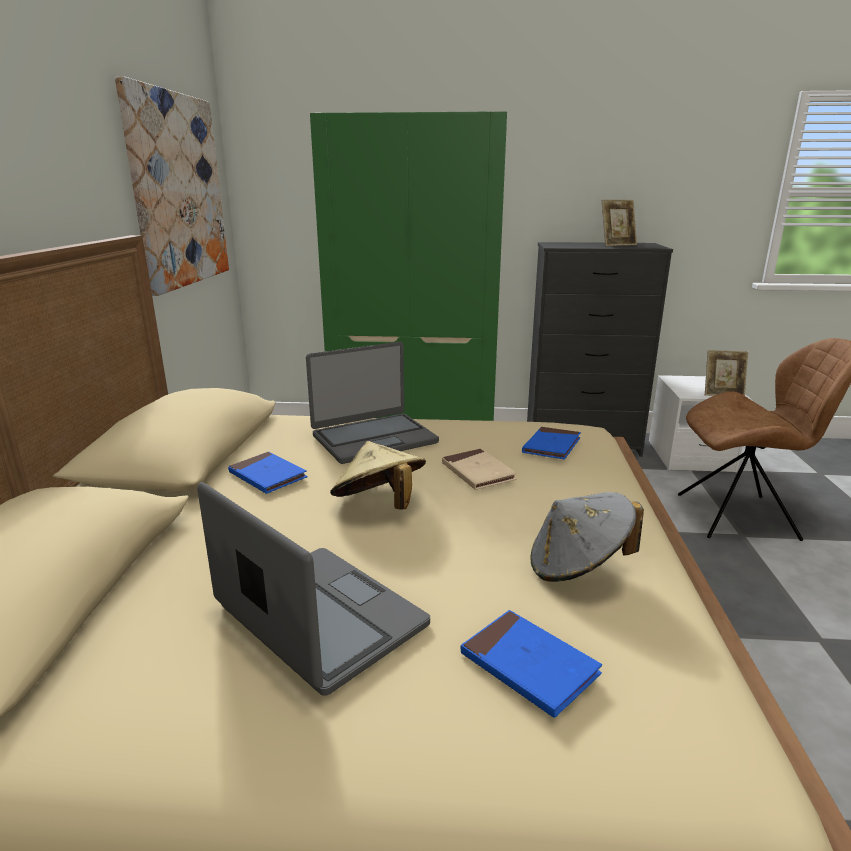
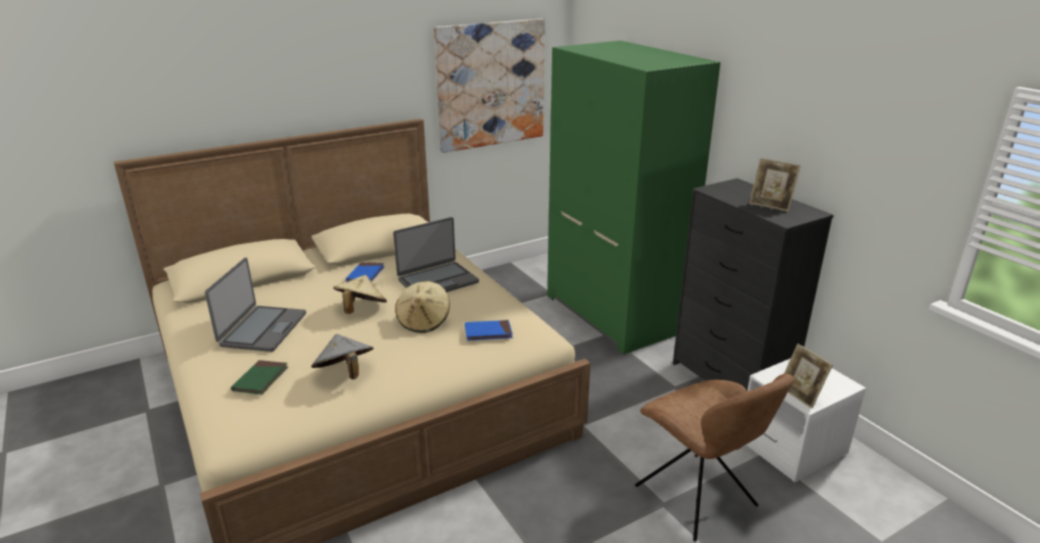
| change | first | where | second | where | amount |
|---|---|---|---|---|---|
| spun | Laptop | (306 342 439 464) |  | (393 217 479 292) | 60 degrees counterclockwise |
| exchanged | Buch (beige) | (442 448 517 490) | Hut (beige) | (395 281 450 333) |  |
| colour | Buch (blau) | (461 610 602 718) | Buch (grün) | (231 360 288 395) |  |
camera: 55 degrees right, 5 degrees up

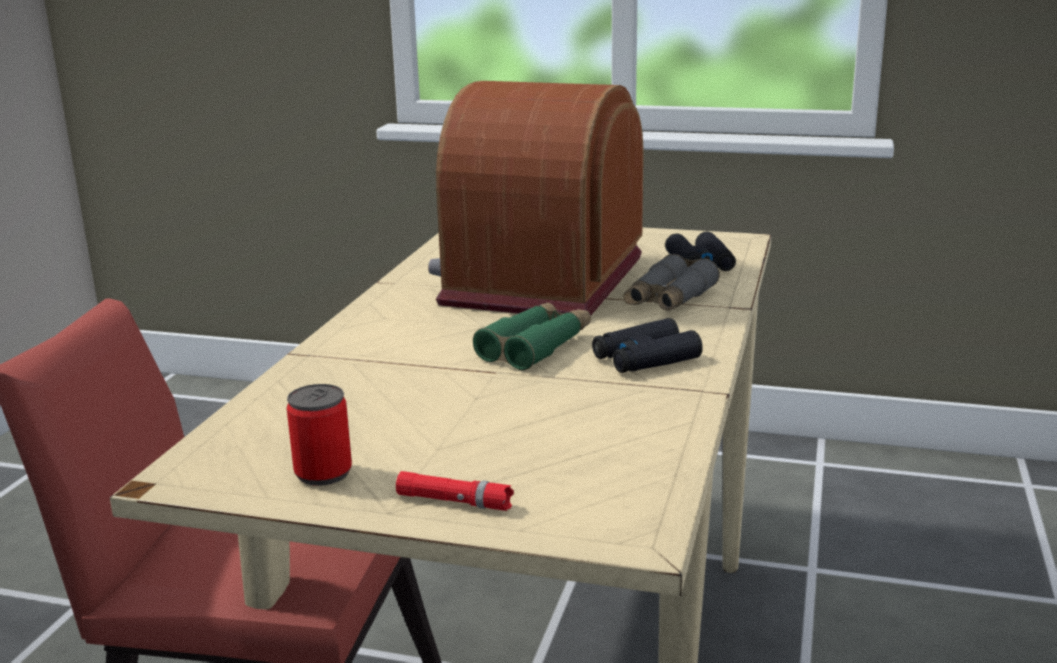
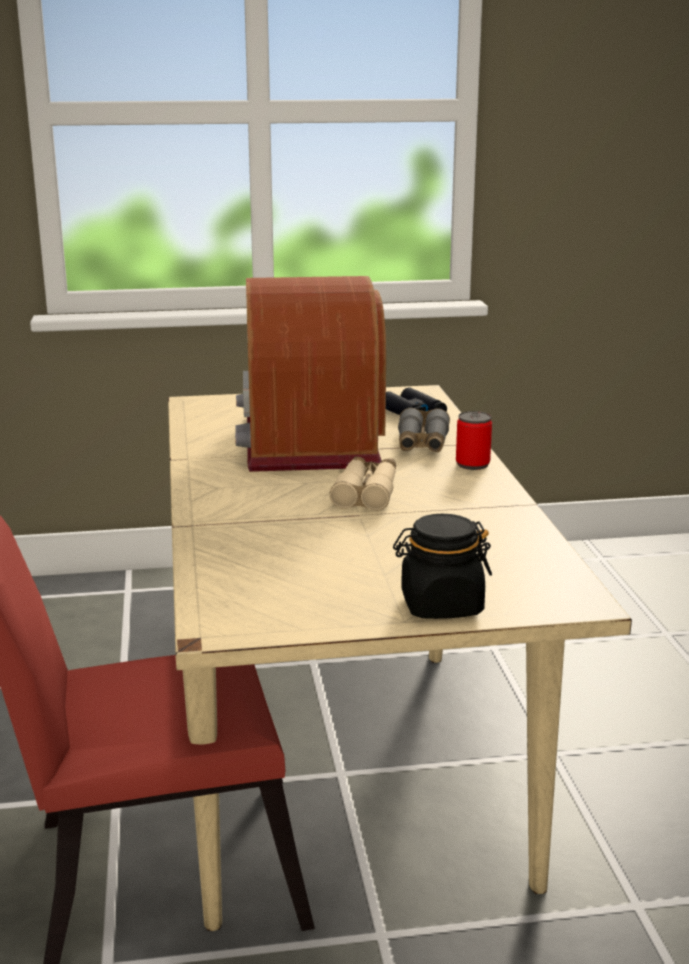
| change | first | where | second | where | amount |
|---|---|---|---|---|---|
| relocated | Dose | (287 384 352 486) |  | (456 411 492 470) |  |
| exchanged | Taschenlampe (rot) | (396 471 514 511) | Vorratsglas (schwarz) | (393 514 492 619) |  |
| colour | Fernglas (grün) | (473 302 591 370) | Fernglas (beige) | (330 456 396 511) |  |
| missing | Fernglas (schwarz) | (592 318 703 373) |  |  |  |
camera: 25 degrees left, 0 degrees up

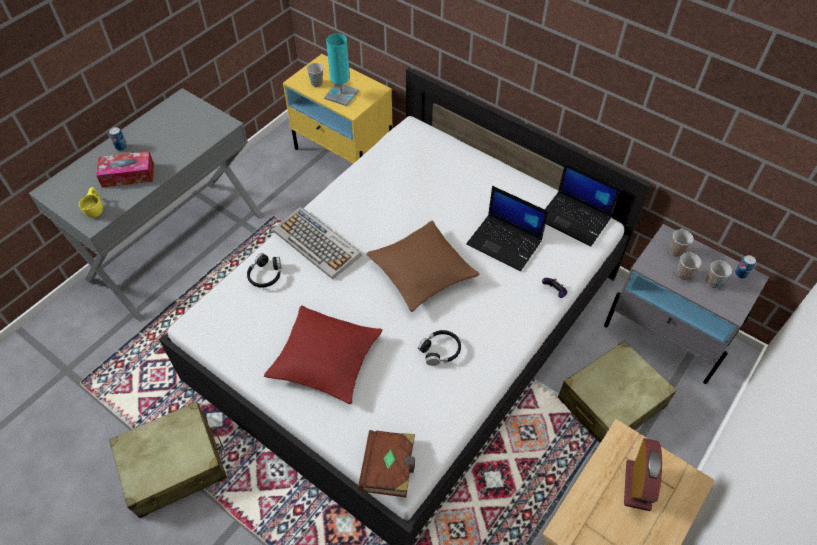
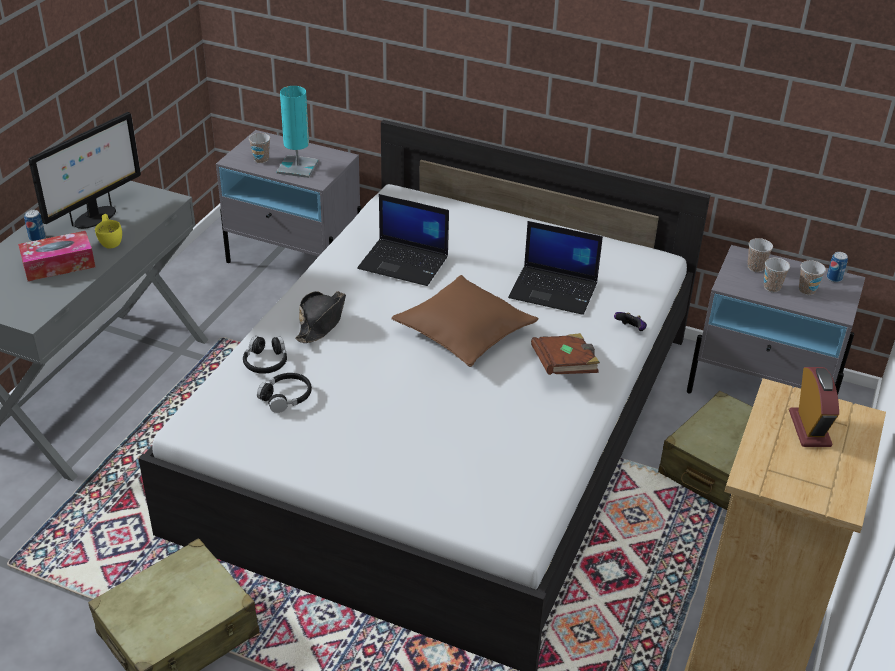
| change | first | where | second | where | amount |
|---|---|---|---|---|---|
| relocated | Tasse (gelb) | (79 187 103 218) |  | (95 214 122 249) |  |
| missing | Kissen (rot) | (264 305 383 404) |  |  |  |
| exchanged | Tastatur | (273 207 362 279) | Hut (schwarz) | (295 291 346 343) |  |
| colour | Nachttisch (gelb) | (283 54 393 164) | Nachttisch (grau) | (216 130 361 263) |  |
| relocated | Buch (braun) | (358 430 415 497) |  | (531 333 600 375) |  |
| relocated | Kopfhörer (schwarz) | (418 330 461 366) |  | (257 373 312 413) |  |
| relocated | Laptop | (545 163 621 246) |  | (357 194 449 286) |  |
| appeared |  |  | Monitor | (28 112 141 229) |  |
camera: 15 degrees left, 15 degrees down

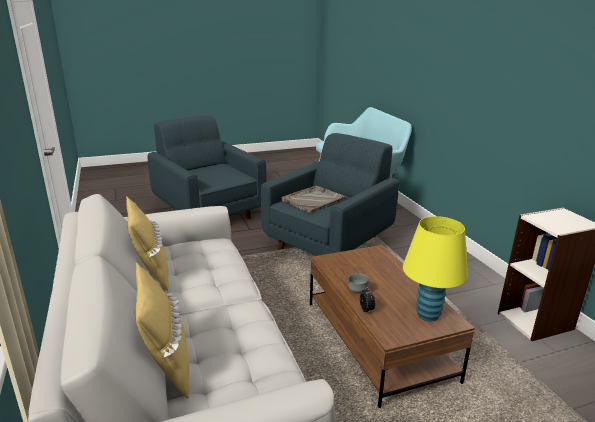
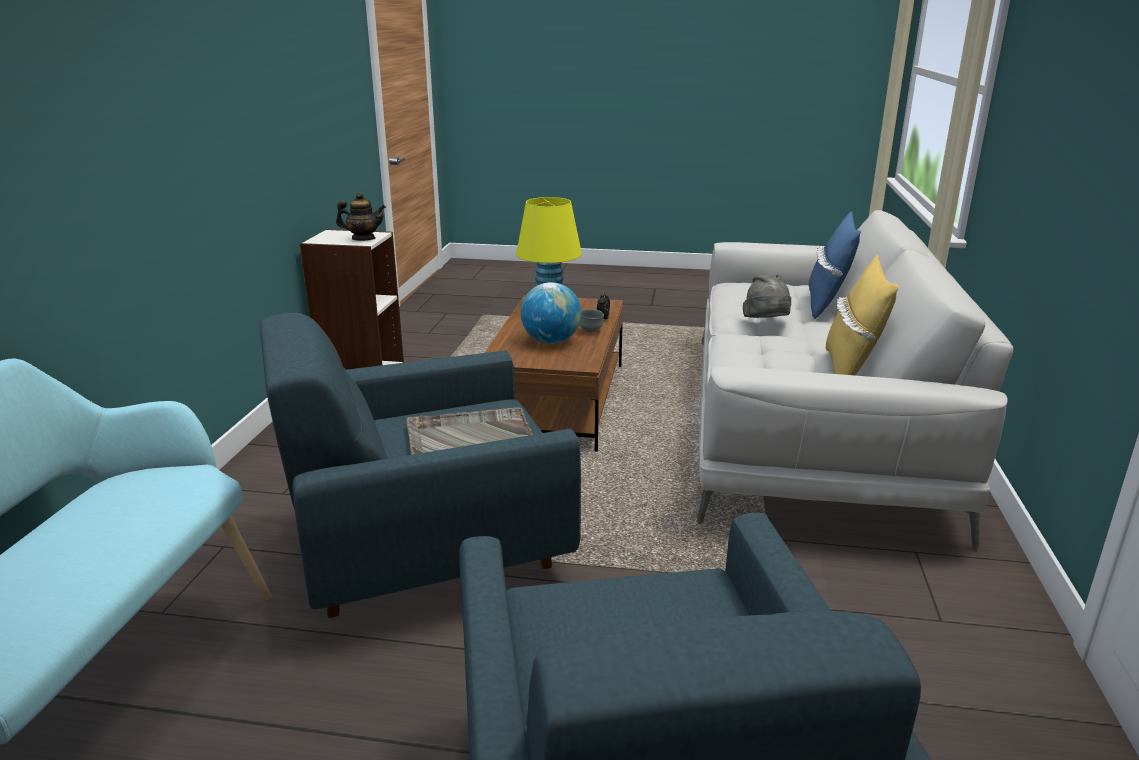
| change | first | where | second | where | amount |
|---|---|---|---|---|---|
| colour | Kissen (gelb) | (135 262 189 399) | Kissen (blau) | (809 211 861 319) |  |
| appeared |  |  | Teekanne | (336 192 386 241) |  |
| appeared |  |  | Globus | (521 282 581 344) |  |
| appeared |  |  | Hut (grau) | (743 274 791 318) |  |
camera: 150 degrees left, 0 degrees up

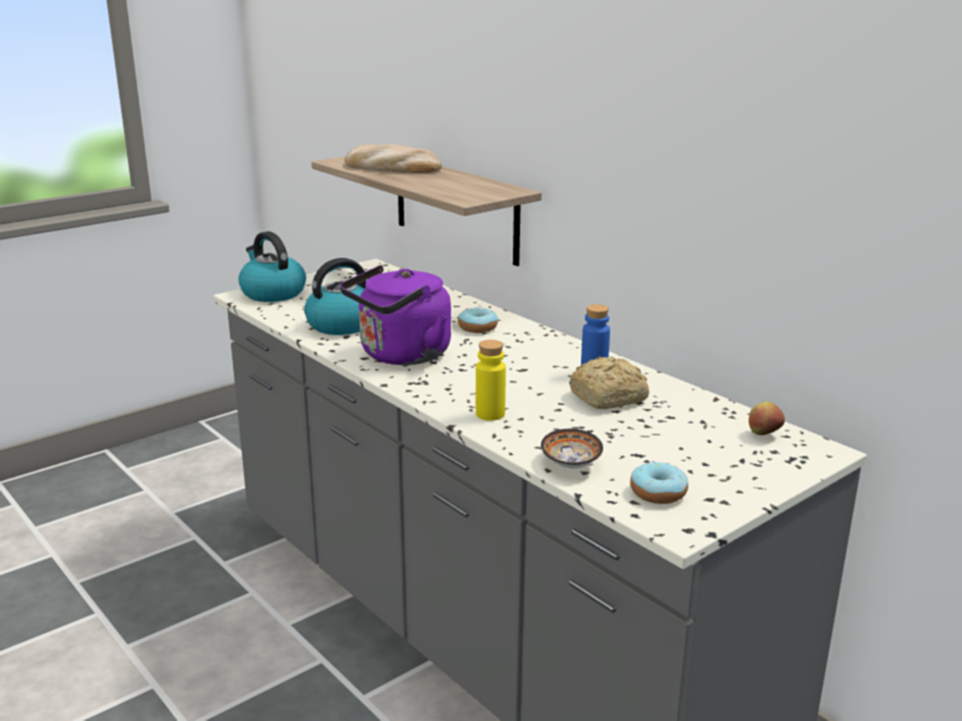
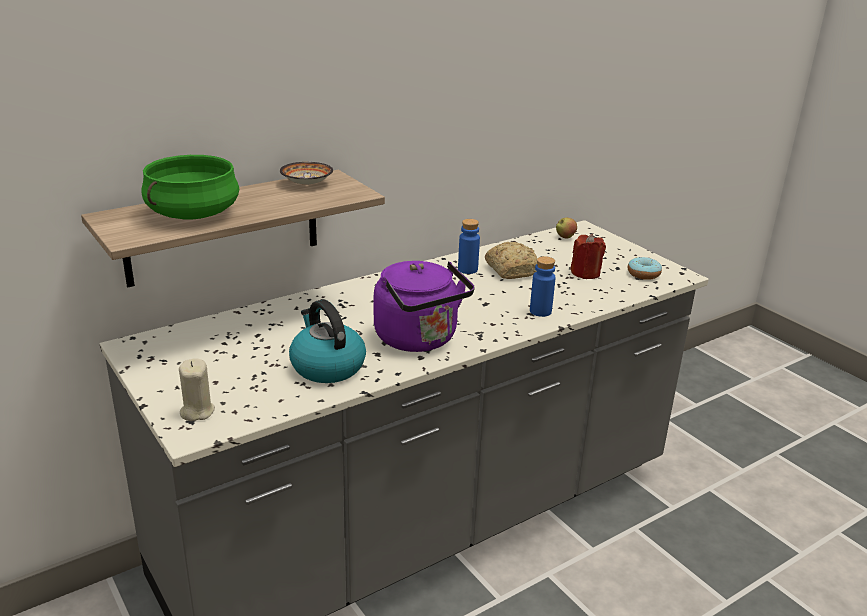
| change | first | where | second | where | amount |
|---|---|---|---|---|---|
| exchanged | Wasserkessel | (238 231 306 302) | Kerze (beige) | (179 358 215 421) |  |
| exchanged | Brot | (345 144 442 173) | Kochtopf (grün) | (141 155 239 219) |  |
| missing | Donut | (458 307 498 333) |  |  |  |
| colour | Flasche (gelb) | (476 340 506 421) | Flasche (blau) | (530 256 556 317) |  |
| relocated | Schüssel | (541 429 603 468) |  | (280 162 333 185) |  |
| appeared |  |  | Kerze (rot) | (570 234 606 279) |  |
camera: 85 degrees left, 5 degrees up

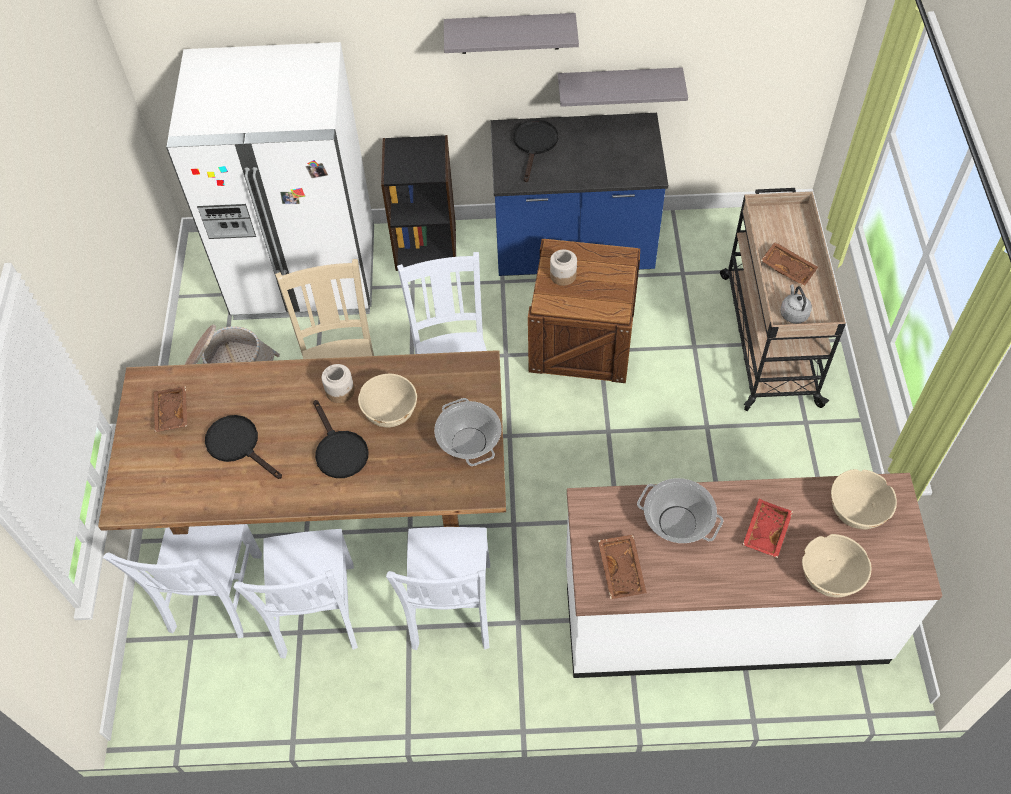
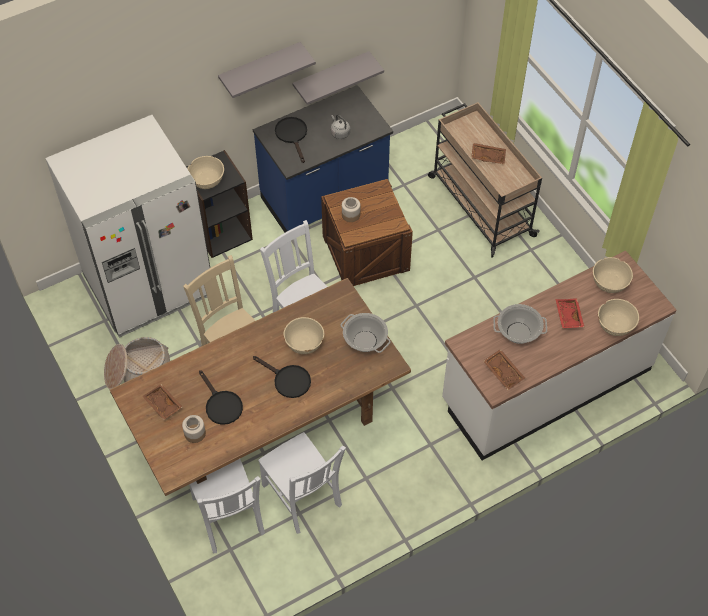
| change | first | where | second | where | amount |
|---|---|---|---|---|---|
| spun | Pfanne (schwarz) | (205 415 282 479) |  | (199 370 243 425) | 135 degrees counterclockwise |
| relocated | Vorratsglas | (322 364 355 403) |  | (182 415 206 443) |  |
| missing | Stuhl (weiß) | (386 527 490 650) |  |  |  |
| relocated | Wasserkessel (grau) | (780 284 812 324) |  | (331 114 350 139) |  |
| appeared |  |  | Schüssel (beige) | (187 156 224 189) |  |
camera: 30 degrees left, 0 degrees up

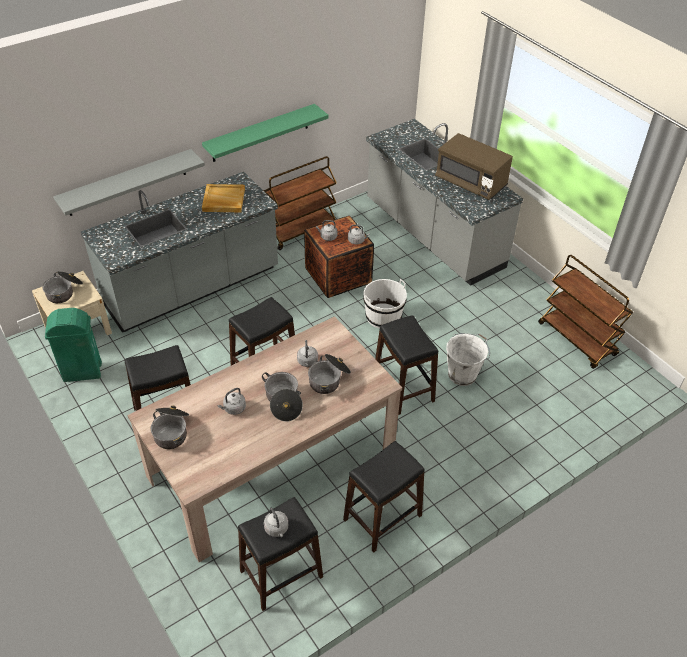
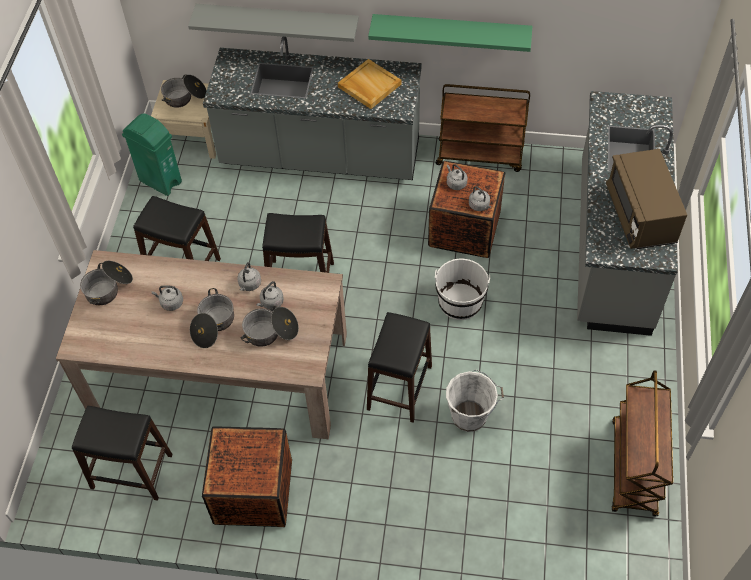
| change | first | where | second | where | amount |
|---|---|---|---|---|---|
| relocated | Wasserkessel (grau) | (264 508 288 537) |  | (237 262 261 291) |  |
| exchanged | Hocker (schwarz) | (343 441 425 552) | Kiste | (202 426 292 527) |  |
camera: 45 degrees right, 10 degrees up

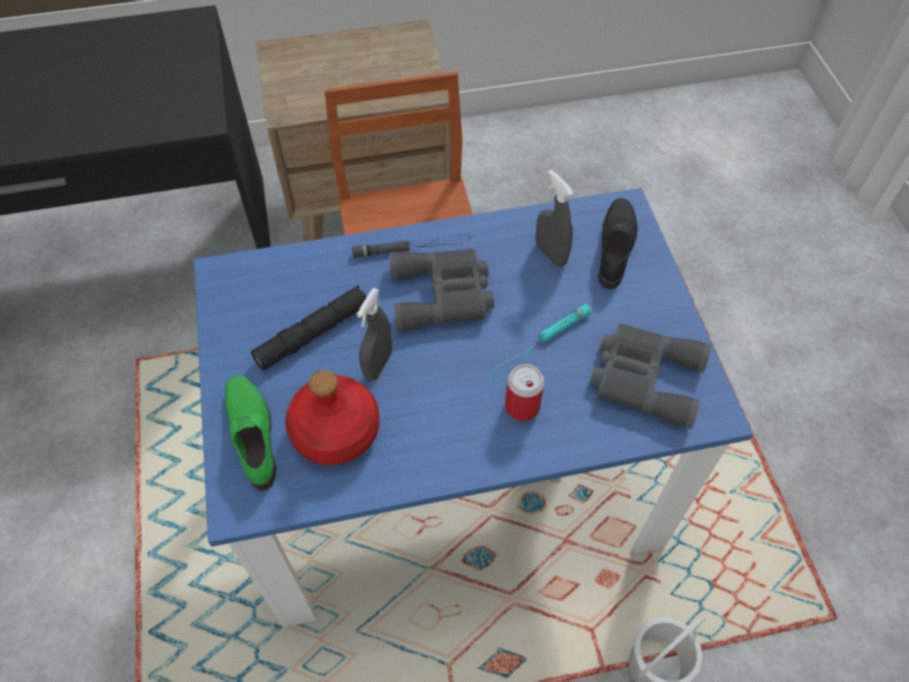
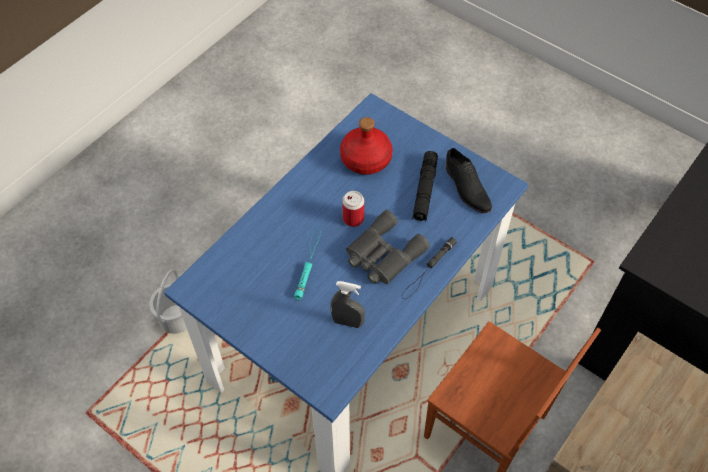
| change | first | where | second | where | amount |
|---|---|---|---|---|---|
| missing | Schuh (grün) | (225 375 276 491) |  |  |  |
| missing | Sprühflasche (grau) | (357 288 392 381) |  |  |  |
| relocated | Dose | (505 364 544 421) |  | (342 191 364 227) |  |
| missing | Fernglas (grau) | (589 323 711 429) |  |  |  |
| relocated | Schuh (schwarz) | (598 198 638 289) |  | (446 148 492 213) |  |
camera: 140 degrees right, 0 degrees up

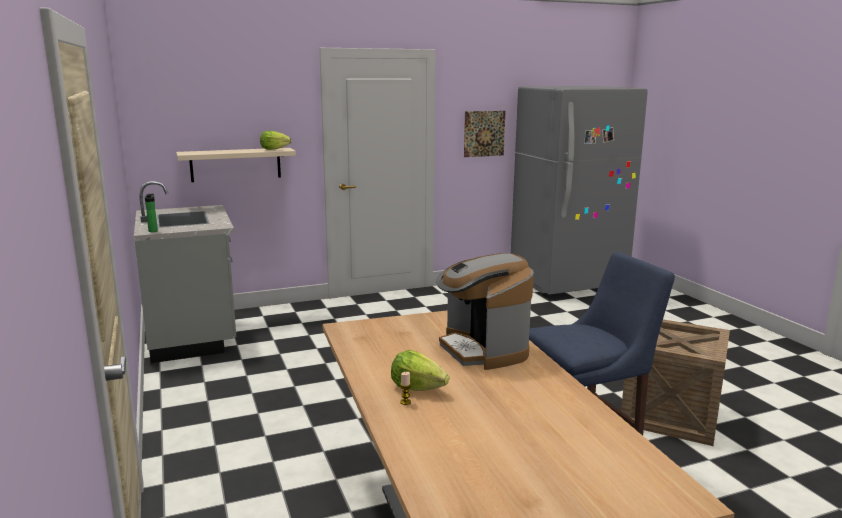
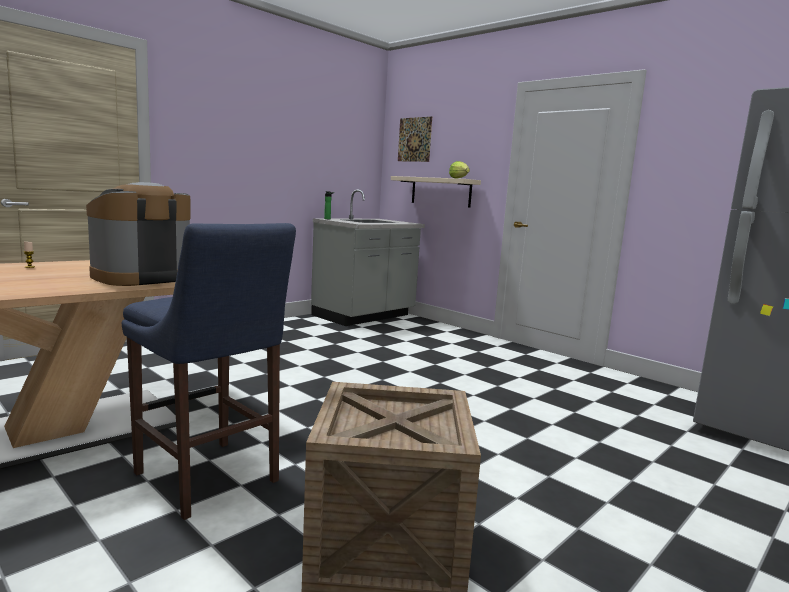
| change | first | where | second | where | amount |
|---|---|---|---|---|---|
| missing | Salatkopf | (391 350 449 391) |  |  |  |
| relocated | Bild | (464 111 505 157) |  | (398 117 432 162) |  |
camera: 65 degrees right, 5 degrees down

